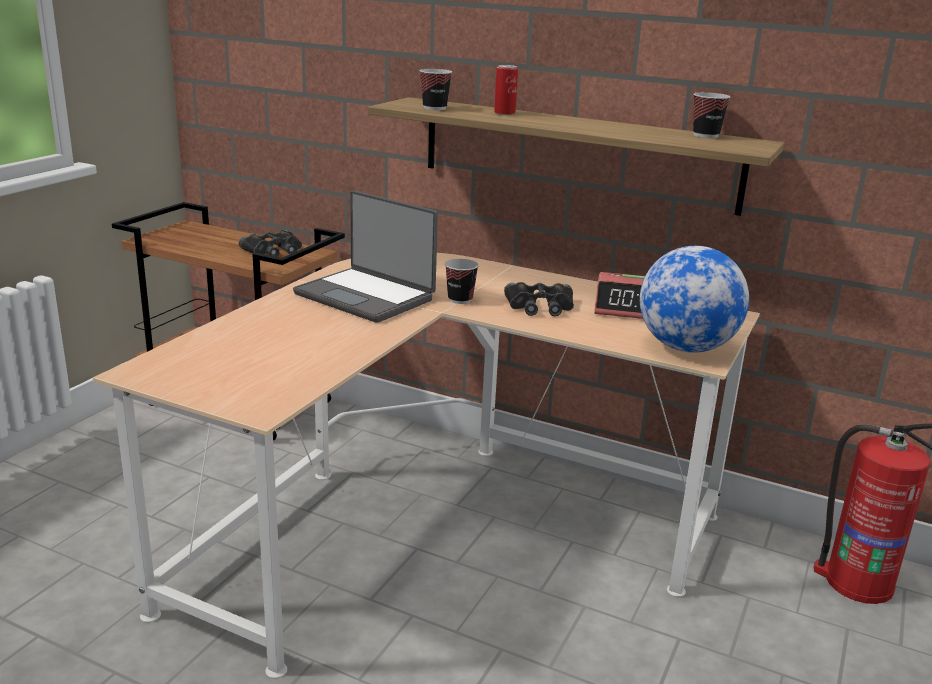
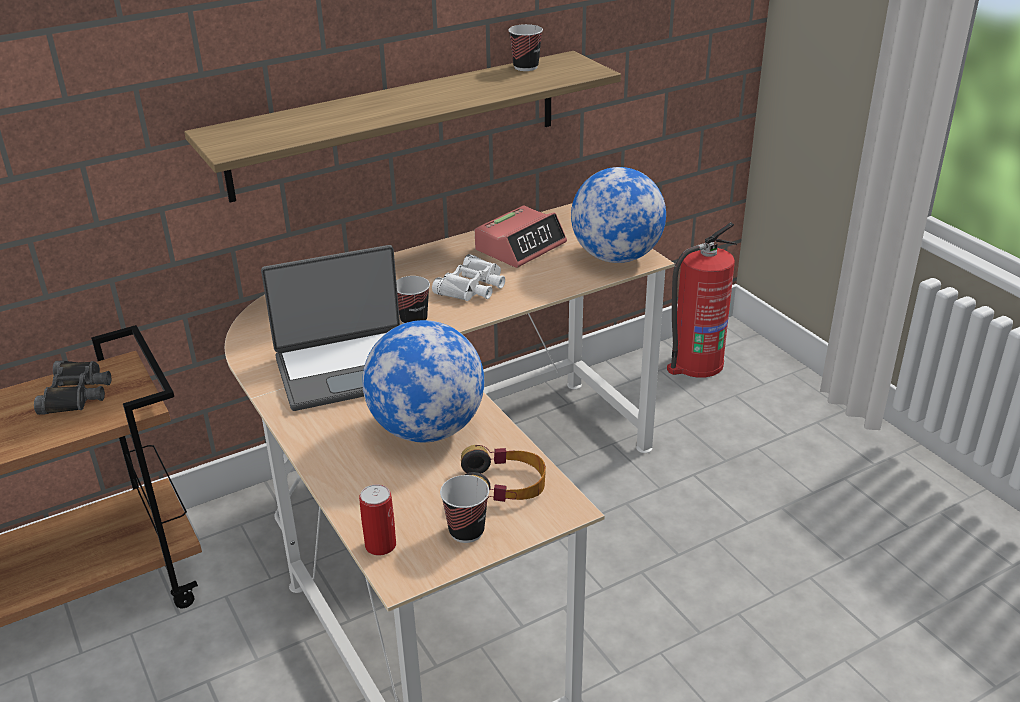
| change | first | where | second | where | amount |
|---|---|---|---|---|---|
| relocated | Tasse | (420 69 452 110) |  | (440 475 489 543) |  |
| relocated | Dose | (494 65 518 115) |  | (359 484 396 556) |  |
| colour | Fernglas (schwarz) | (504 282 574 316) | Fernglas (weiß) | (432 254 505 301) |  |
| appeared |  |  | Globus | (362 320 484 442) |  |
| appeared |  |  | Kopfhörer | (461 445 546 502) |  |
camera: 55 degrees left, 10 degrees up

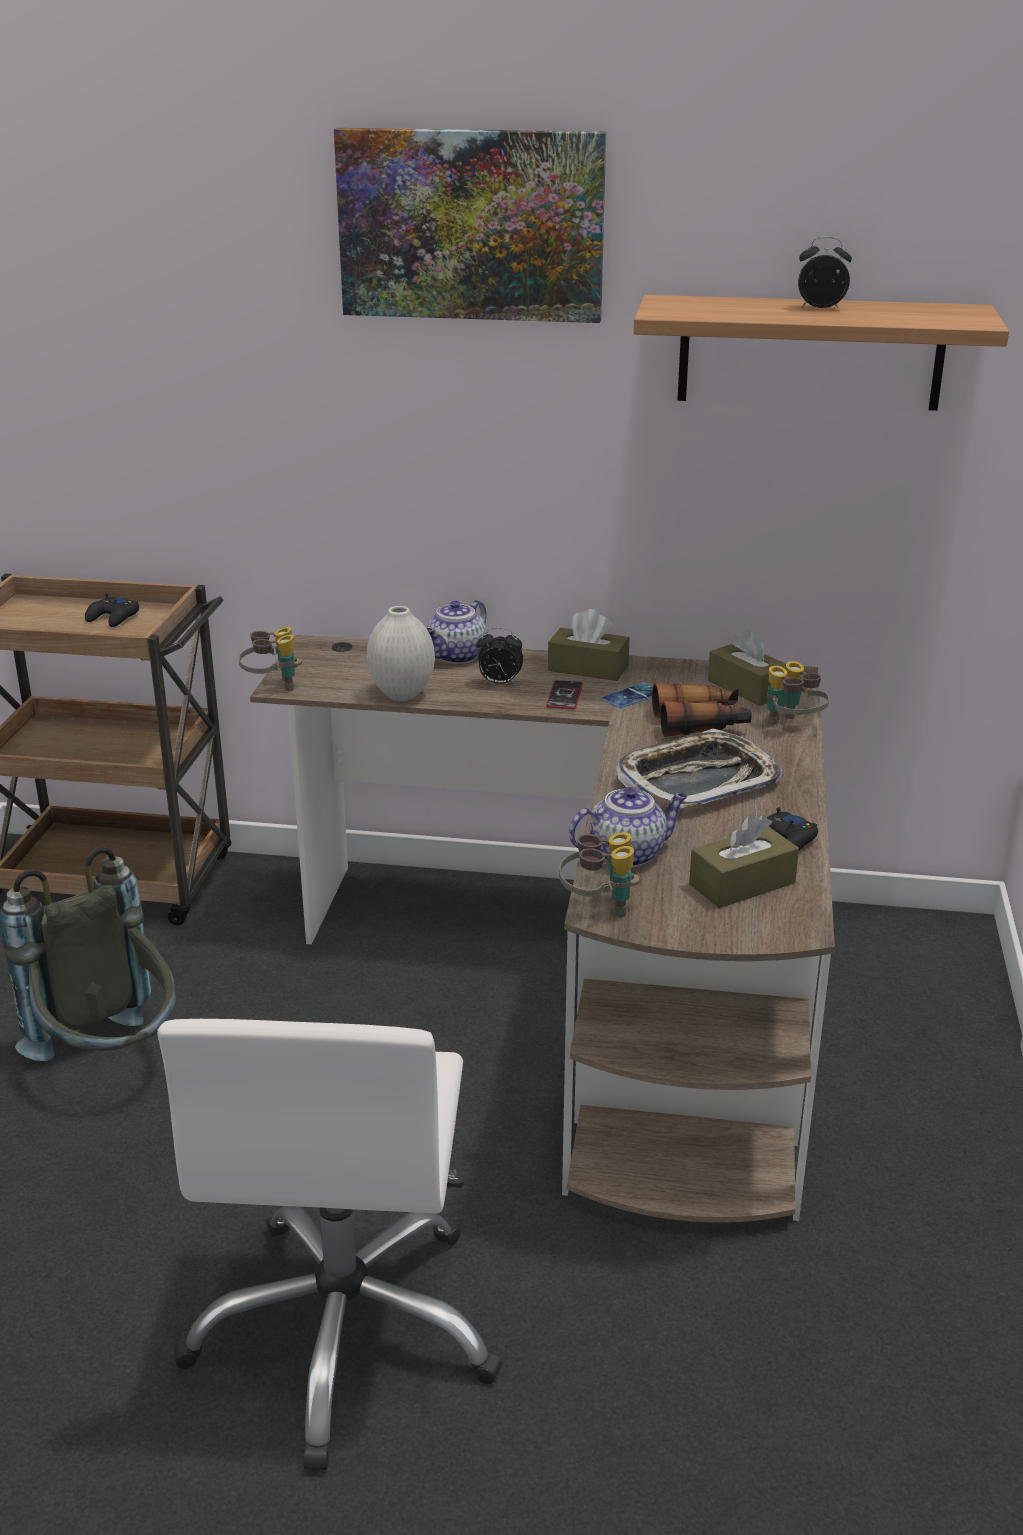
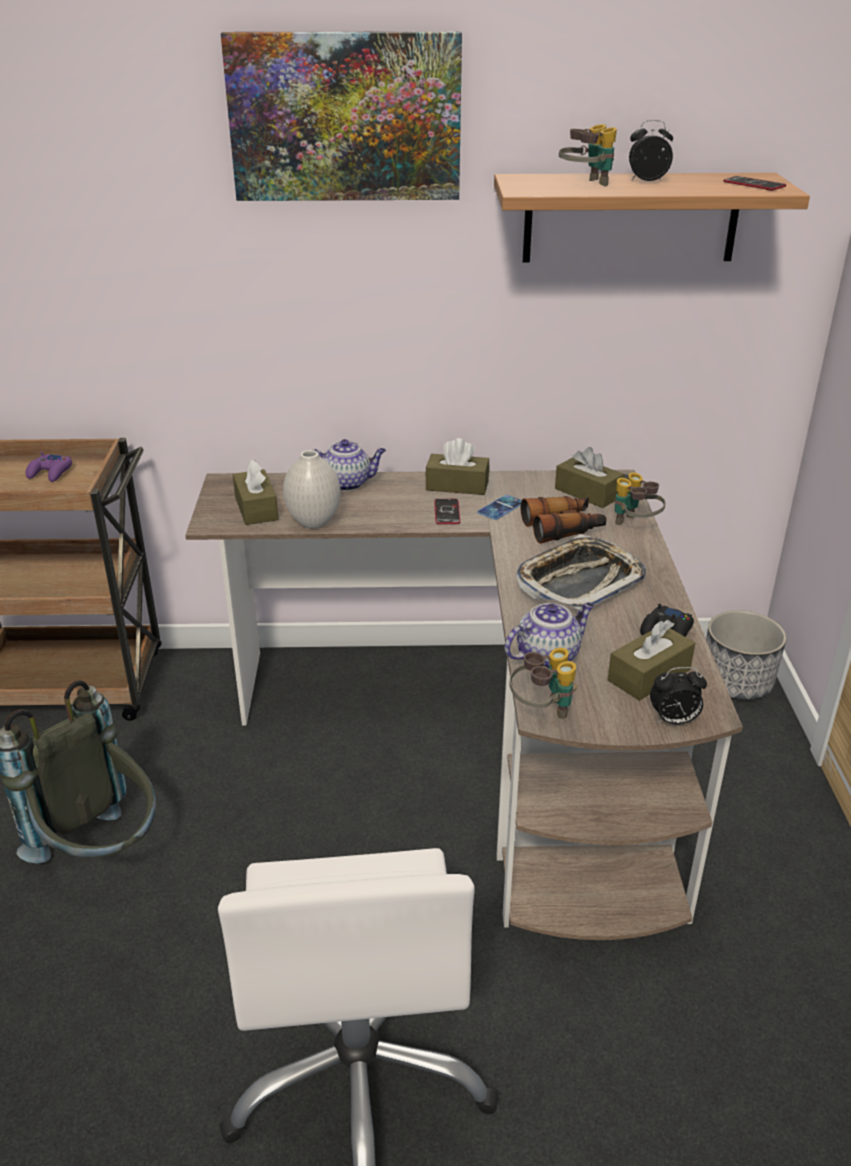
| change | first | where | second | where | amount |
|---|---|---|---|---|---|
| colour | Gamepad (schwarz) | (85 593 139 627) | Gamepad (lila) | (26 452 72 482) |  |
| relocated | Fernglas | (239 627 302 692) |  | (559 124 617 186) |  |
| spun | Teekanne | (426 600 487 664) |  | (313 439 386 491) | 120 degrees counterclockwise |
| relocated | Wecker | (476 628 523 685) |  | (650 667 707 725) |  |
| appeared |  |  | Taschentuchbox (braun) | (233 460 278 525) |  |
| appeared |  |  | Pflanzkübel | (706 610 787 700) |  |
| appeared |  |  | Handy | (723 176 786 191) |  |
camera: 10 degrees left, 5 degrees up

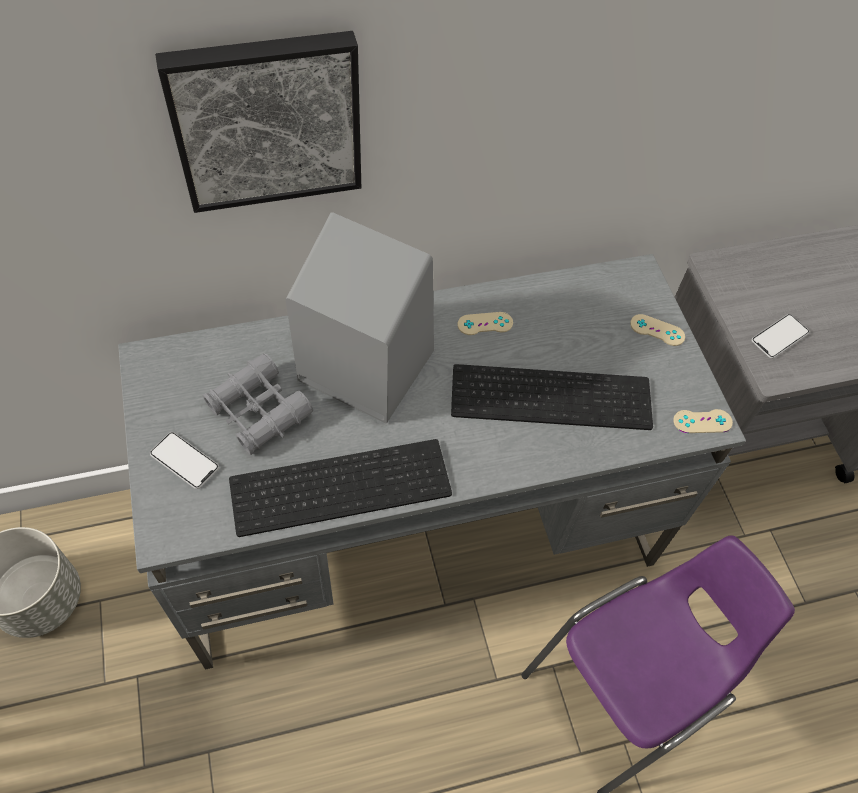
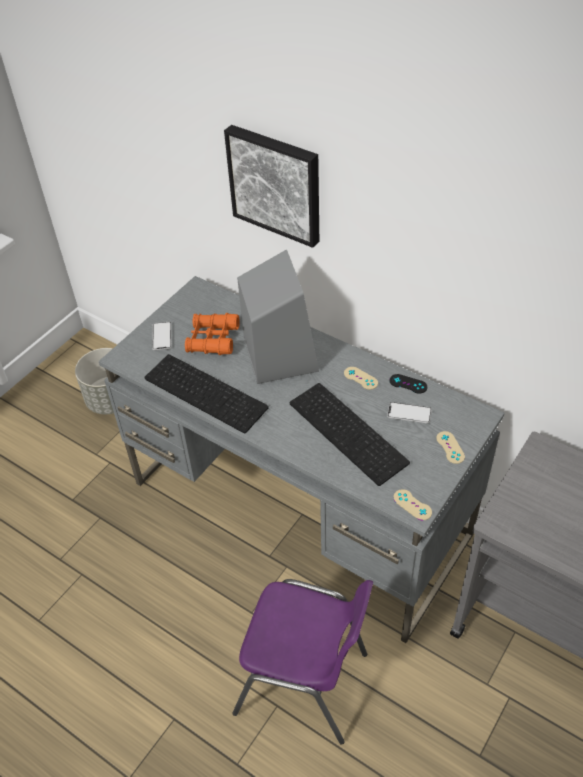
| change | first | where | second | where | amount |
|---|---|---|---|---|---|
| colour | Fernglas (grau) | (203 353 313 455) | Fernglas (orange) | (185 313 240 355) |  |
| relocated | Handy | (751 314 809 359) |  | (387 402 432 424) |  |
| appeared |  |  | Gamepad (schwarz) | (389 374 427 394) |  |
camera: 55 degrees right, 10 degrees down

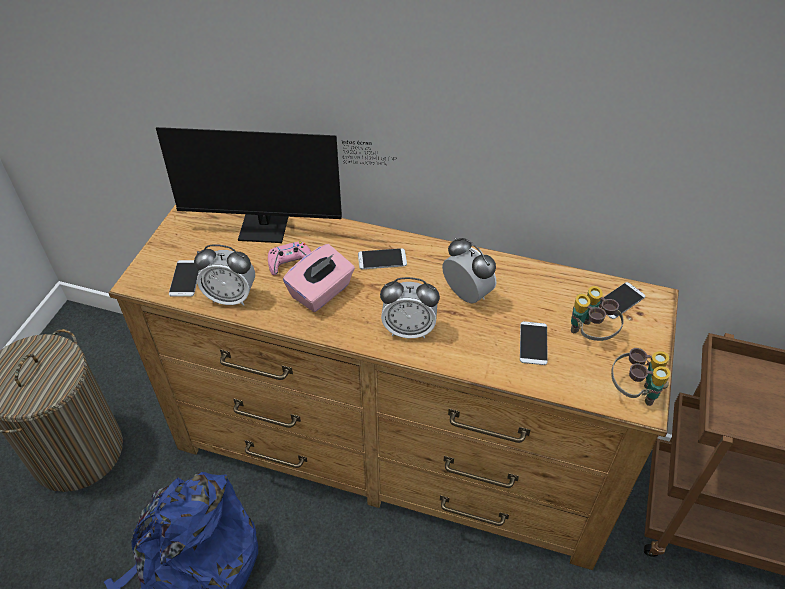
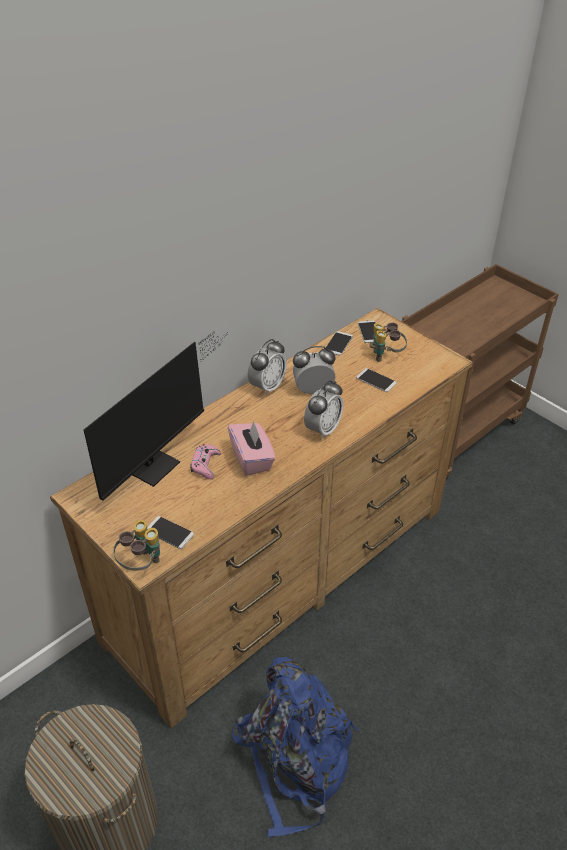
| change | first | where | second | where | amount |
|---|---|---|---|---|---|
| relocated | Wecker | (194 244 255 306) |  | (248 339 287 396) |  |
| relocated | Handy | (358 248 407 269) |  | (326 331 353 356) |  |
| relocated | Fernglas | (611 348 671 406) |  | (113 520 160 571) |  |
camera: 60 degrees left, 5 degrees down

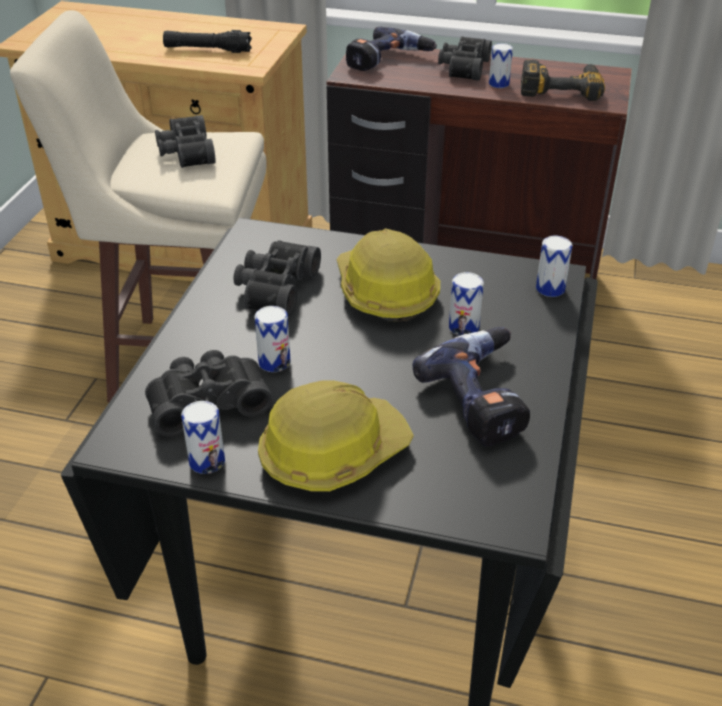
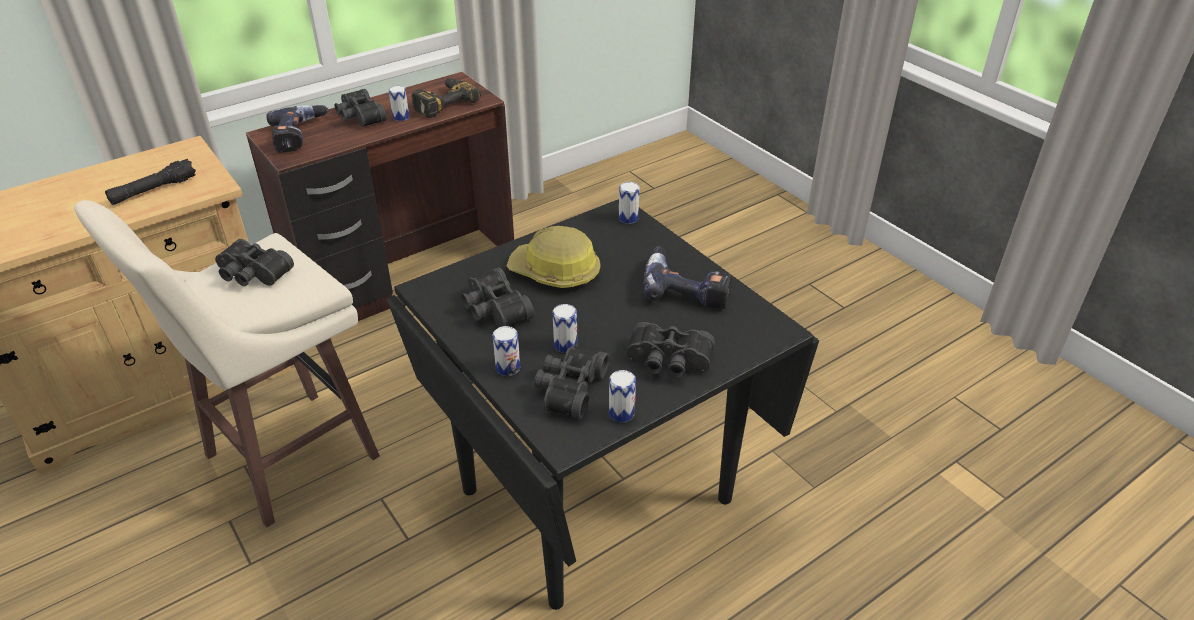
| change | first | where | second | where | amount |
|---|---|---|---|---|---|
| exchanged | Schutzhelm | (258 380 414 492) | Fernglas (schwarz) | (626 322 715 378) |  |
| relocated | Dose | (449 272 484 336) |  | (493 326 520 376) |  |
camera: 50 degrees left, 0 degrees up

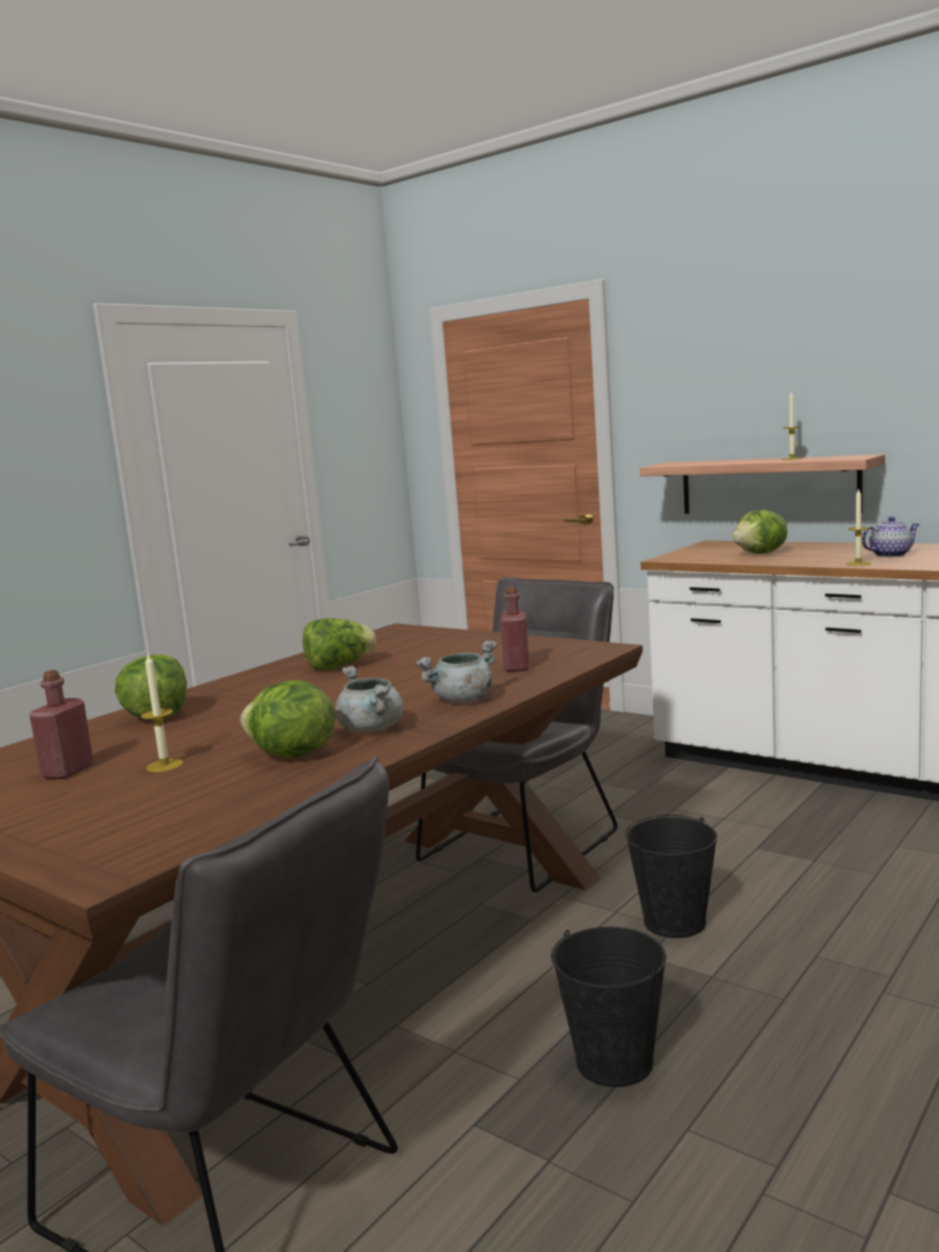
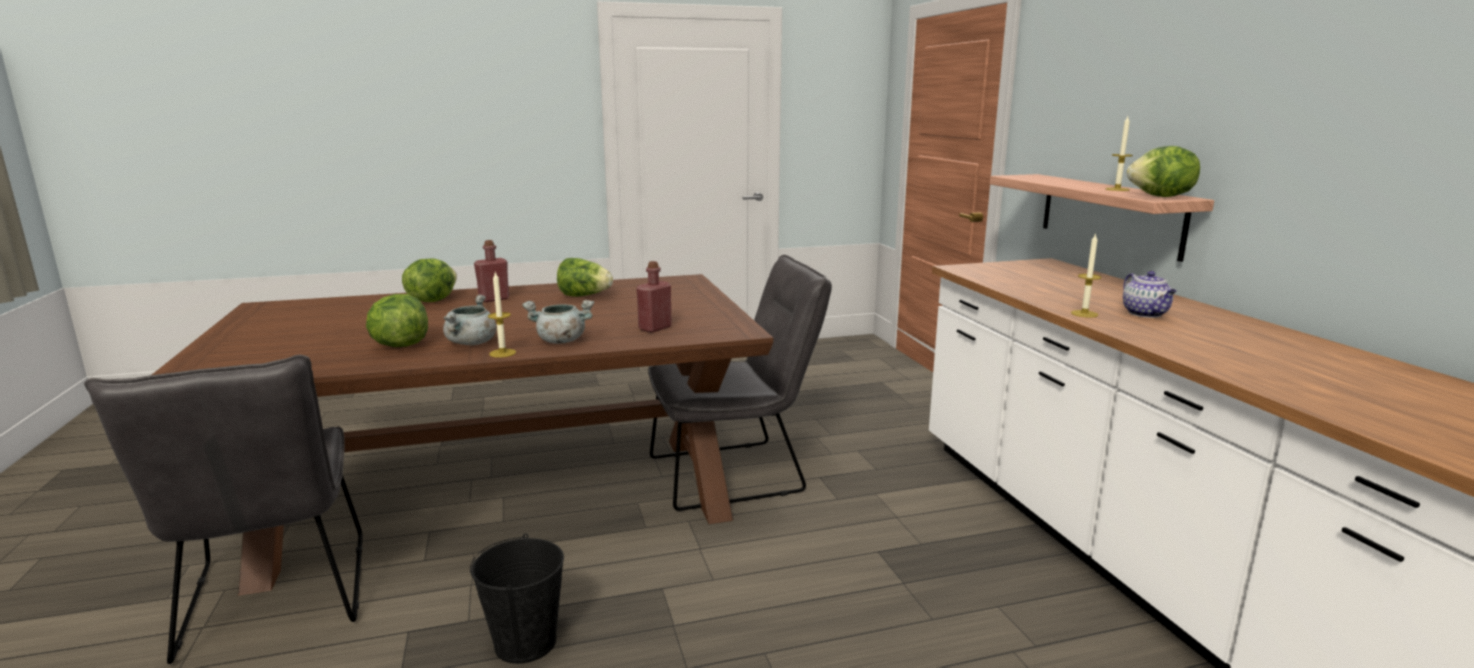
| change | first | where | second | where | amount |
|---|---|---|---|---|---|
| relocated | Flasche (rot) | (29 670 94 779) |  | (474 240 509 302) |  |
| relocated | Kerze | (141 655 183 772) |  | (488 272 516 358) |  |
| missing | Eimer (schwarz) | (625 815 717 938) |  |  |  |
| relocated | Salatkopf | (732 510 788 554) |  | (1127 146 1200 197) |  |
| spun | Teekanne | (862 517 919 557) |  | (1123 271 1177 318) | 60 degrees clockwise |
camera: 35 degrees right, 5 degrees up

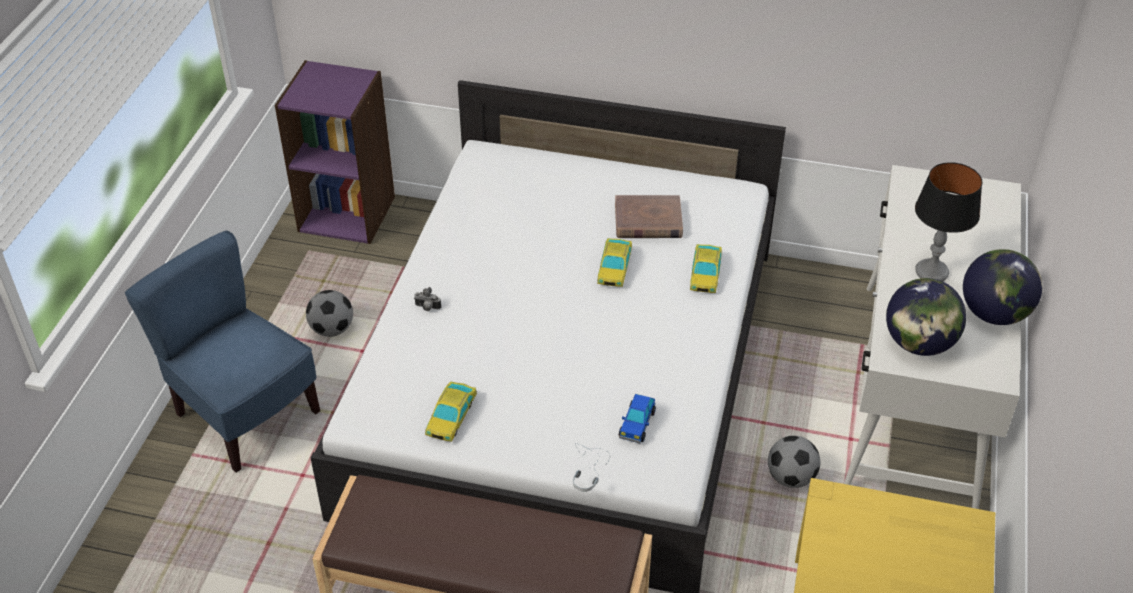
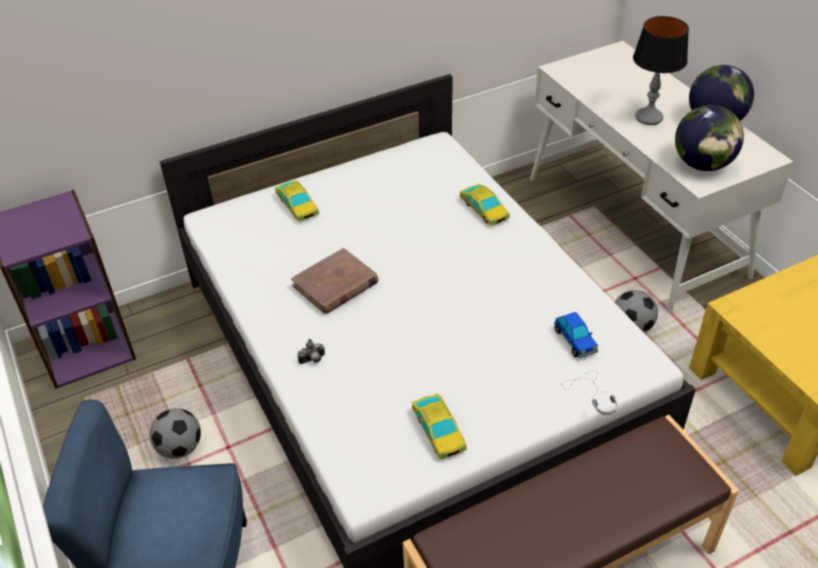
| change | first | where | second | where | amount |
|---|---|---|---|---|---|
| relocated | Spielzeugauto | (597 238 632 287) |  | (275 180 319 221) |  |
| relocated | Buch (braun) | (615 195 683 238) |  | (291 248 379 314) |  |
camera: 40 degrees left, 0 degrees up

